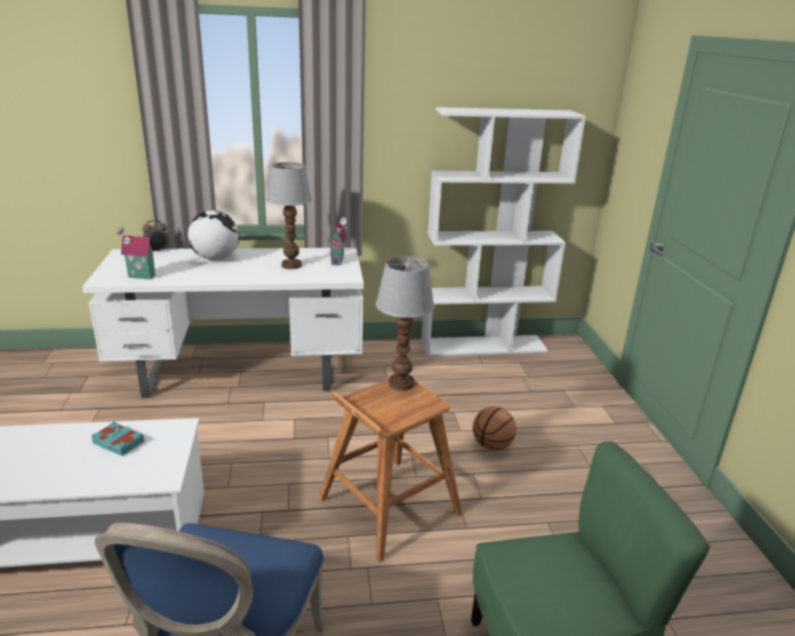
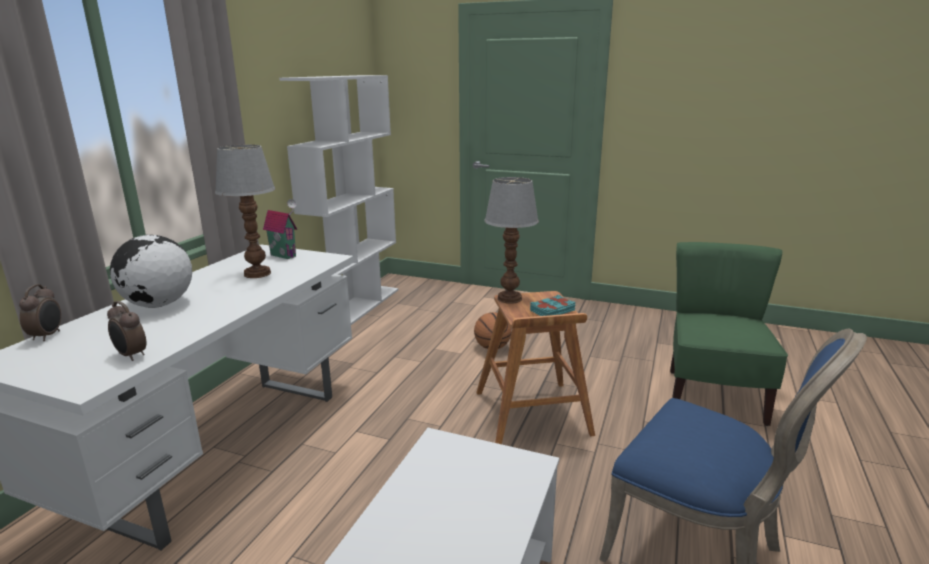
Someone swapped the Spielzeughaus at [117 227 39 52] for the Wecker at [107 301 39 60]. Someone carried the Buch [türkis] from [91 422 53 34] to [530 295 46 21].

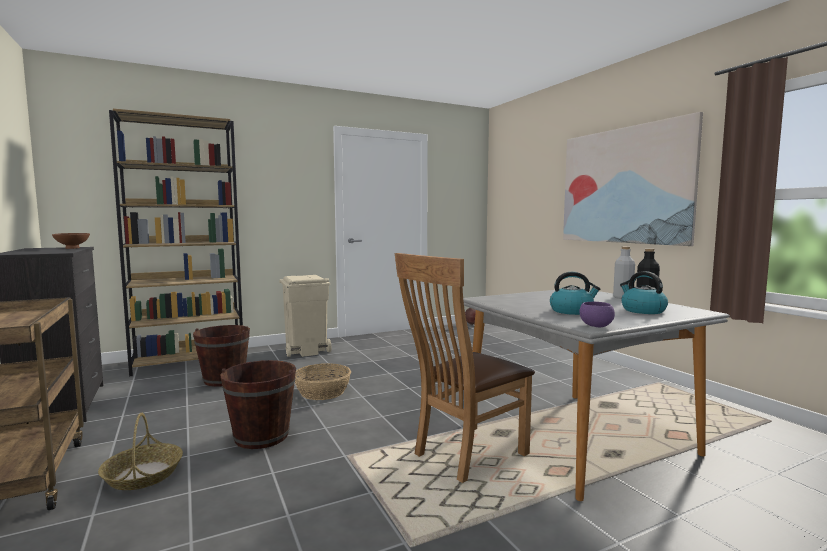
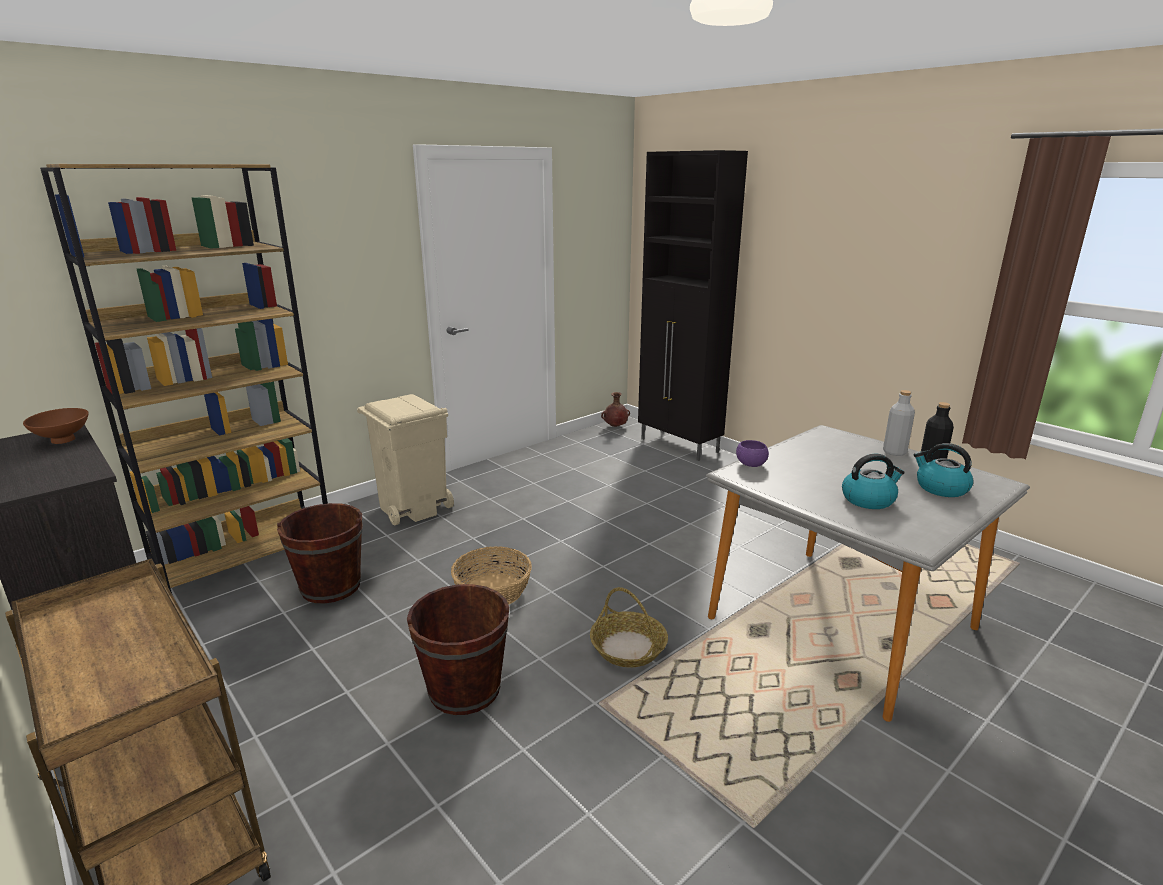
Someone took away the Bild at [563 112 140 134]. Someone took away the Stuhl [braun] at [395 253 140 230]. Someone carried the Schüssel [lila] from [579 302 36 25] to [736 440 33 27]. Someone carried the Korb from [98 413 85 77] to [590 587 78 81]. Someone put down the Schrank [schwarz] at [638 150 110 311].

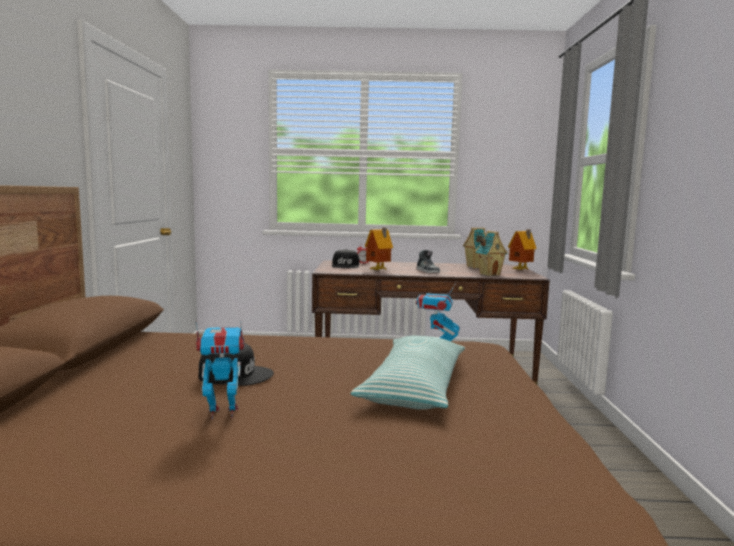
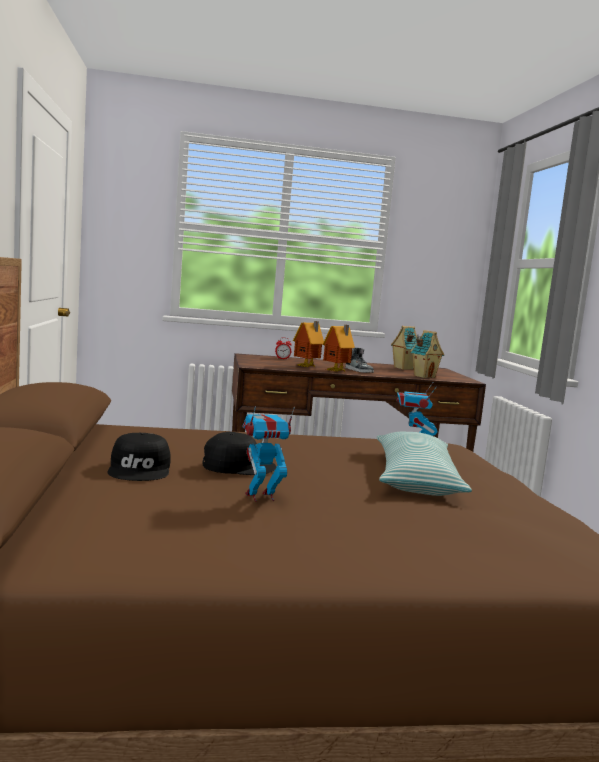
Someone carried the Spielzeughaus from [508 230 29 40] to [323 325 32 47]. Someone carried the Kappe [schwarz] from [332 249 27 19] to [107 433 64 48].

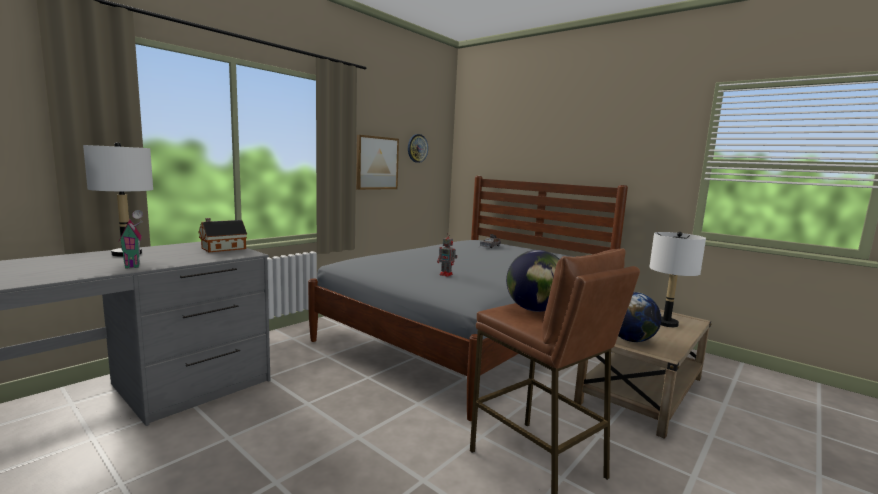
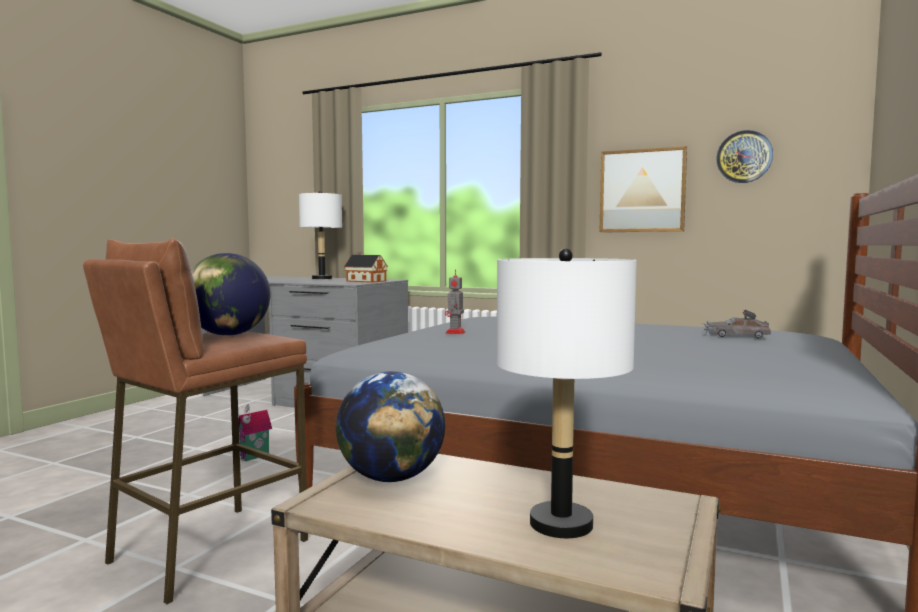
Someone carried the Spielzeughaus from [118 210 25 59] to [239 404 33 57].

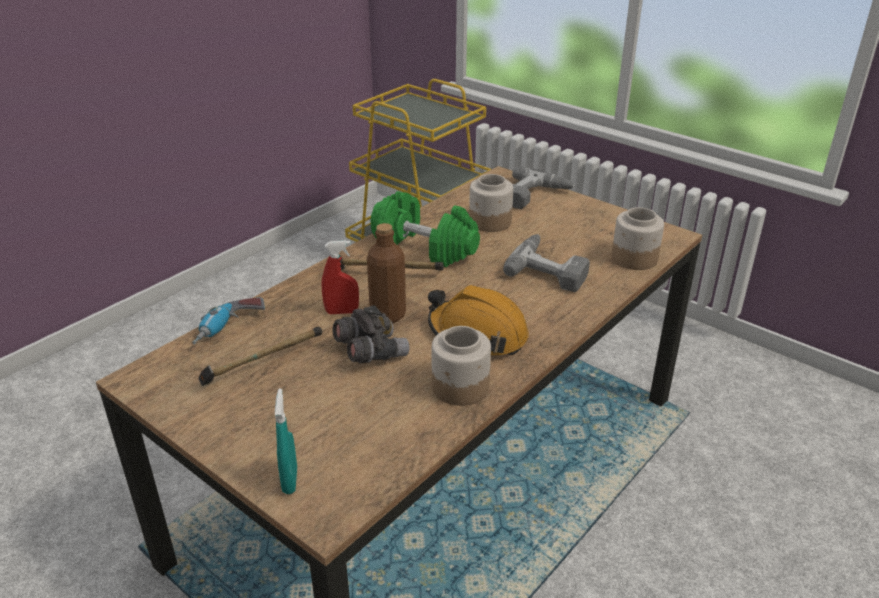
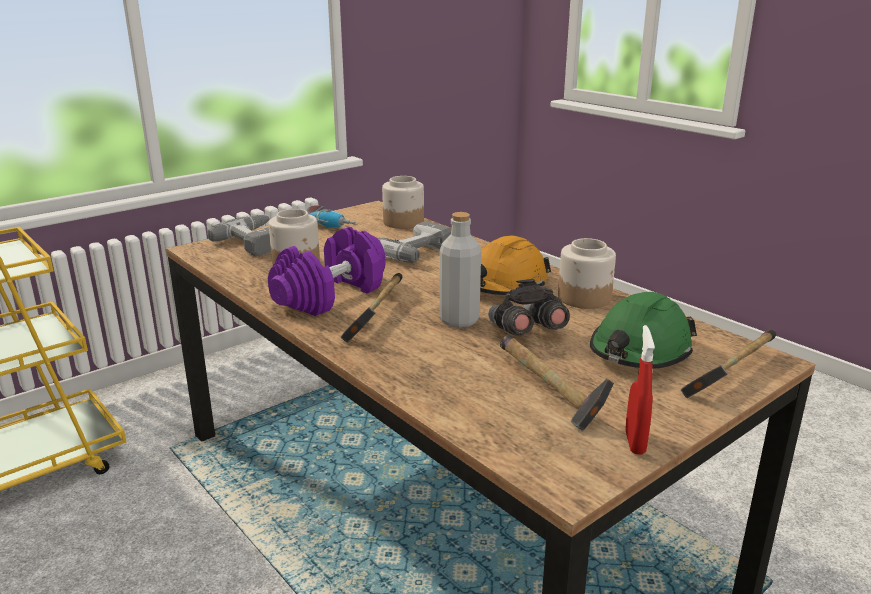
Someone repainted the Hantel [grün] at [371 191 109 77], which became the Hantel [lila] at [268 227 117 89]. Someone repainted the Flasche [braun] at [367 223 39 100], which became the Flasche [grau] at [440 212 41 116]. Someone carried the Sprühflasche [rot] from [322 240 37 74] to [625 325 30 129]. Someone carried the Bohrmaschine from [192 297 73 47] to [307 205 49 23]. Someone swapped the Sprühflasche [türkis] at [275 388 22 106] for the Hammer at [681 330 95 68]. Someone put down the Schutzhelm [grün] at [590 292 107 76].

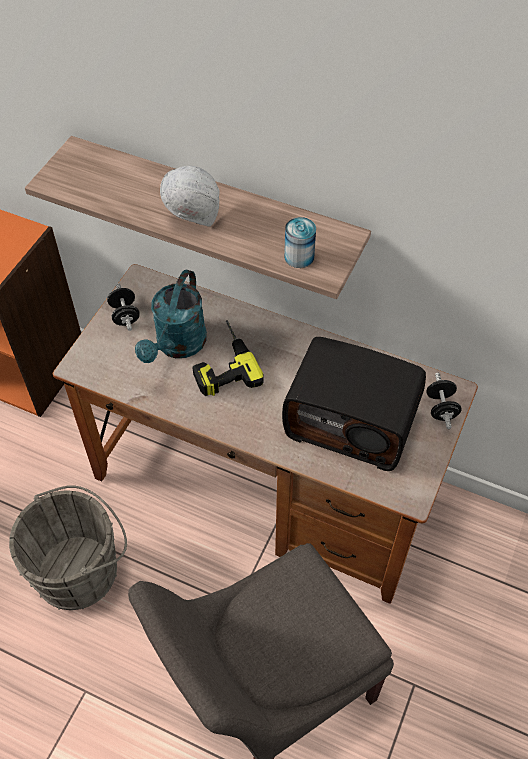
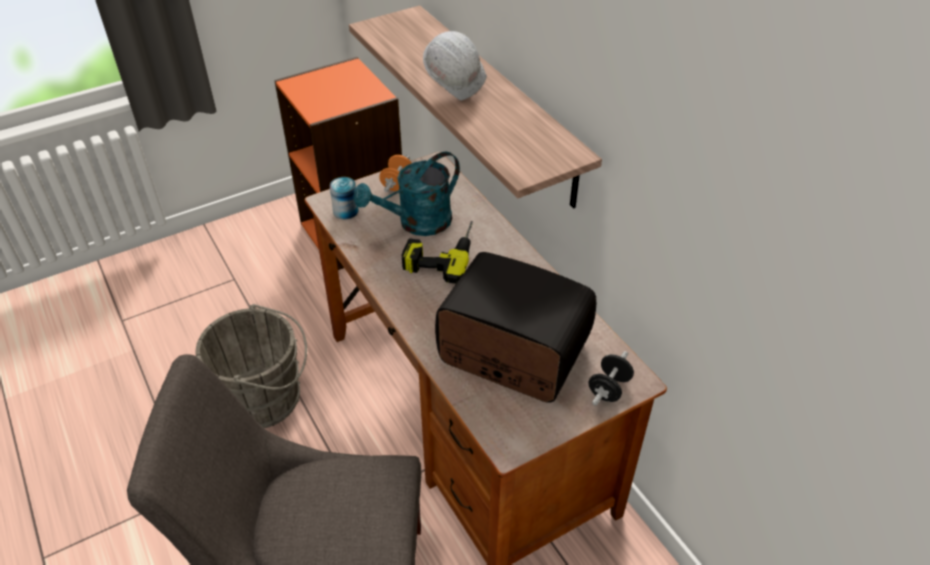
Someone carried the Dose from [284 217 32 51] to [329 177 30 42]. Someone repainted the Hantel [schwarz] at [107 284 33 47], which became the Hantel [orange] at [379 155 33 37]. Someone rotated the Radio at [282 337 144 134] by 150 degrees clockwise.

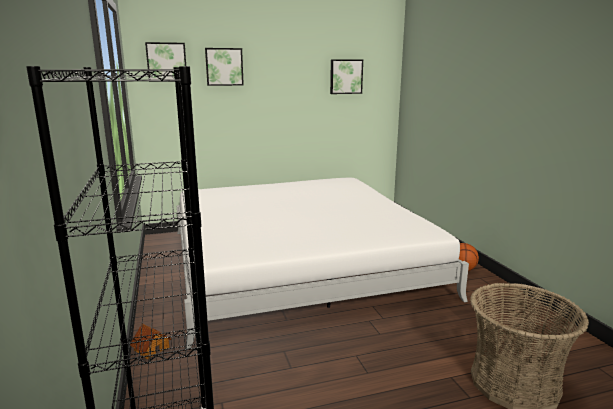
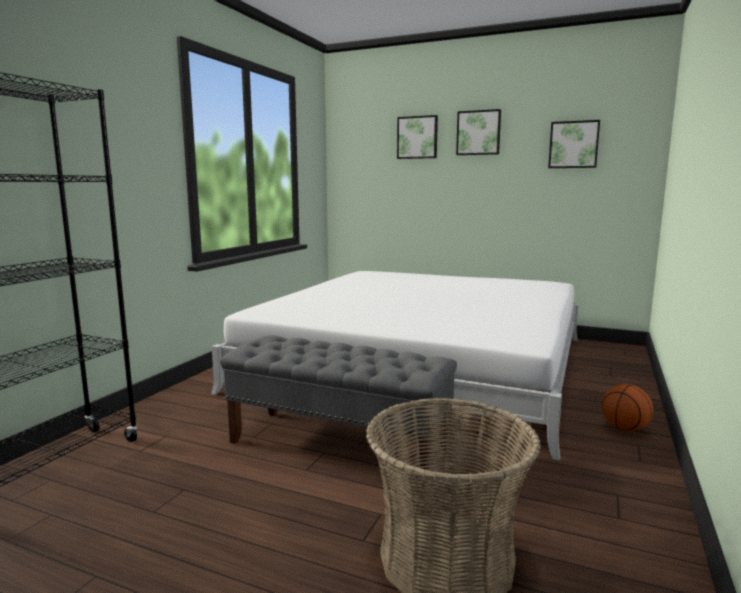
Someone carried the Bild from [145 42 41 40] to [456 109 45 46]. Someone took away the Spielzeughaus at [130 324 41 35]. Someone put down the Bank [grau] at [220 335 237 152].

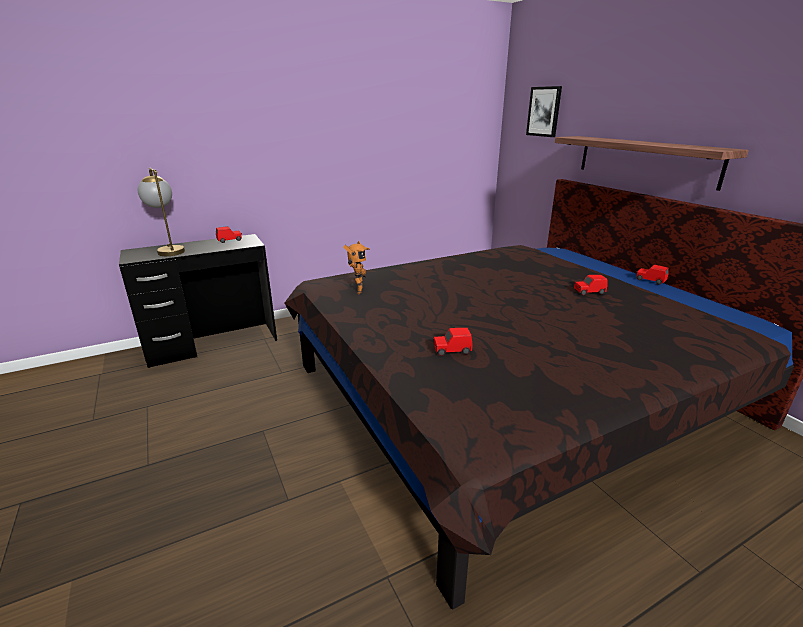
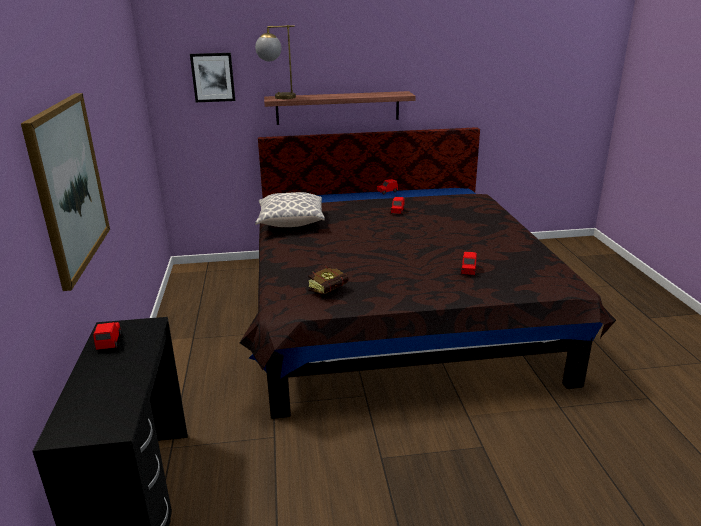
Someone carried the Tischlampe from [138 168 47 88] to [255 25 41 74]. Someone swapped the Spielzeugroboter at [343 241 27 53] for the Buch at [308 265 40 29]. Someone put up the Bild at [21 93 89 198]. Someone put down the Kissen at [255 192 70 35].

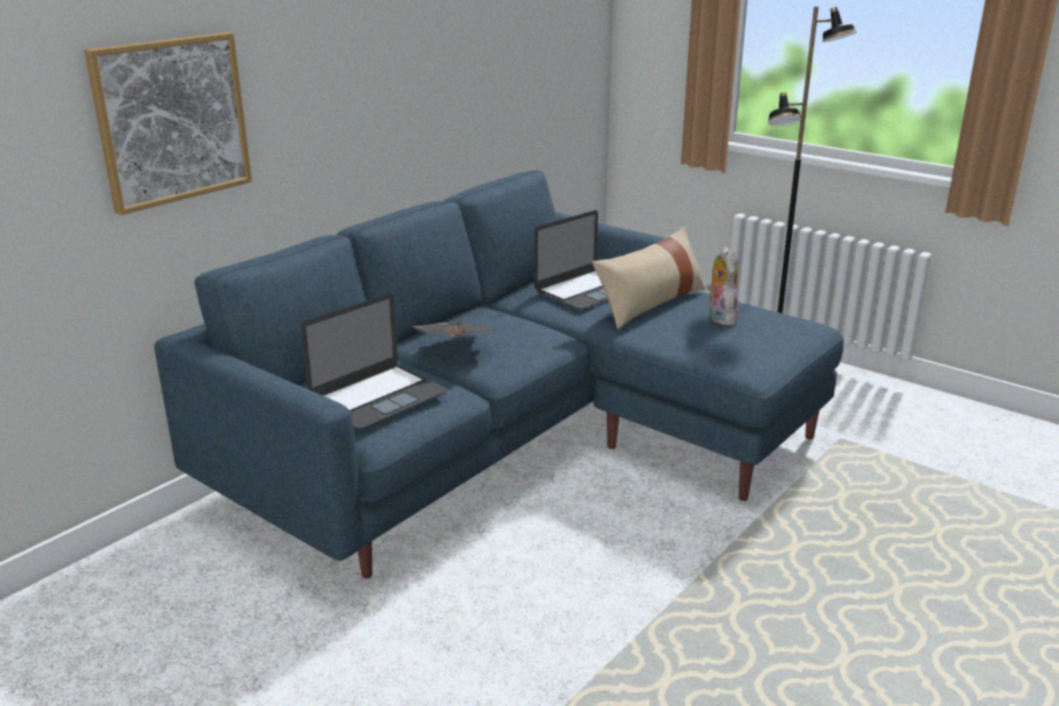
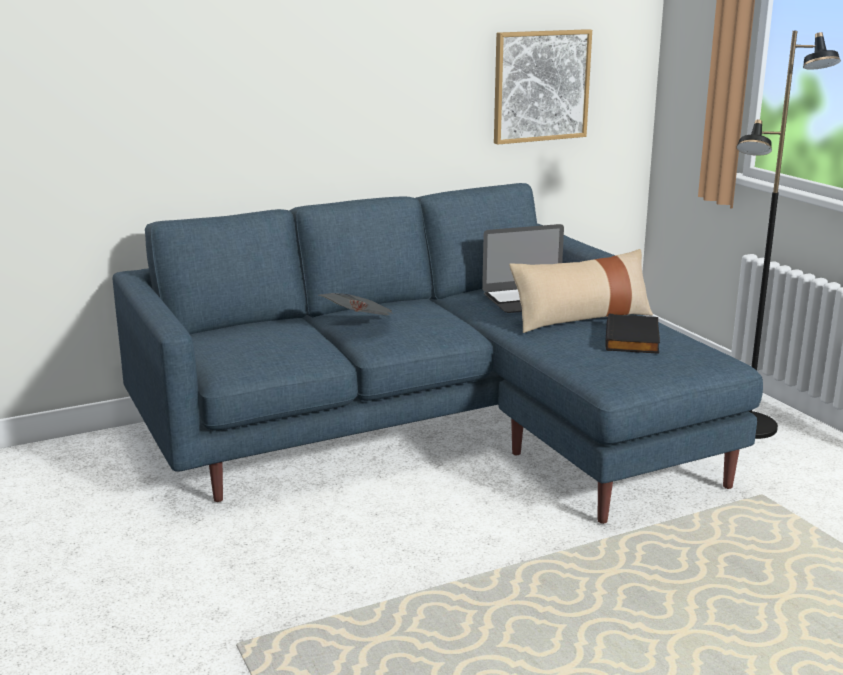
Someone carried the Bild from [84 32 168 183] to [494 29 98 116]. Someone swapped the Plüschtier at [707 247 32 78] for the Buch [schwarz] at [605 314 55 40]. Someone took away the Laptop at [301 293 146 136].

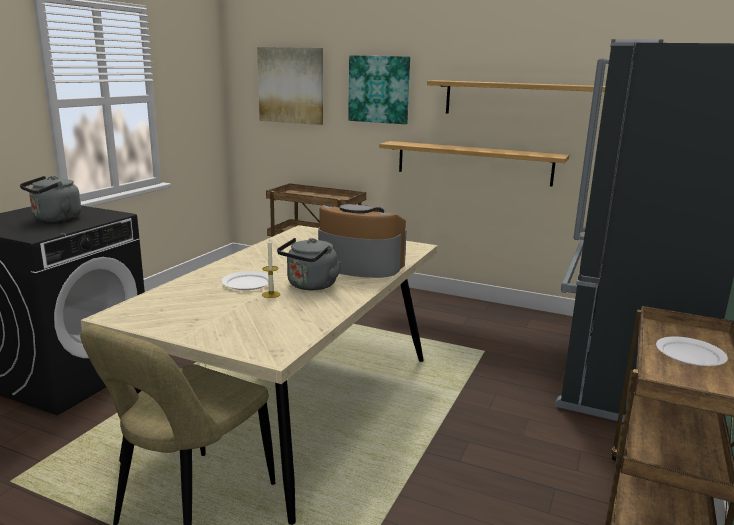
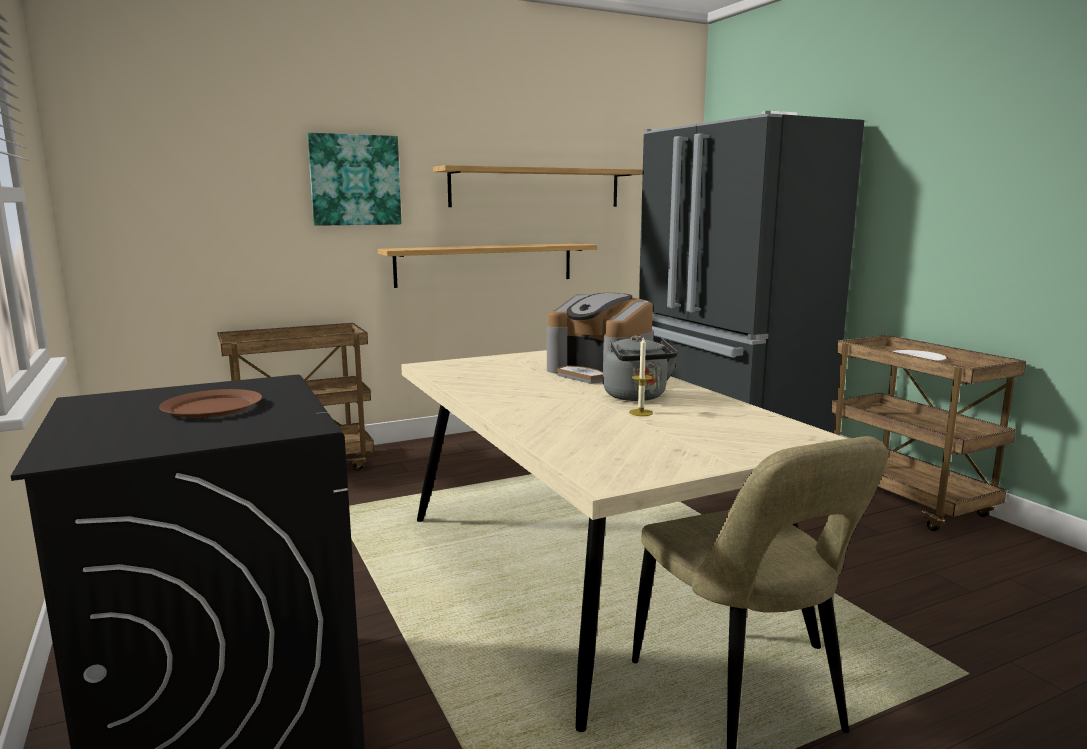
Someone took away the Bild at [257 47 66 78]. Someone swapped the Wasserkessel [grau] at [20 176 61 46] for the Teller [braun] at [159 389 103 29]. Someone rotated the Kaffeemaschine at [318 204 89 74] by 105 degrees counterclockwise. Someone took away the Teller [weiß] at [221 271 53 19].

